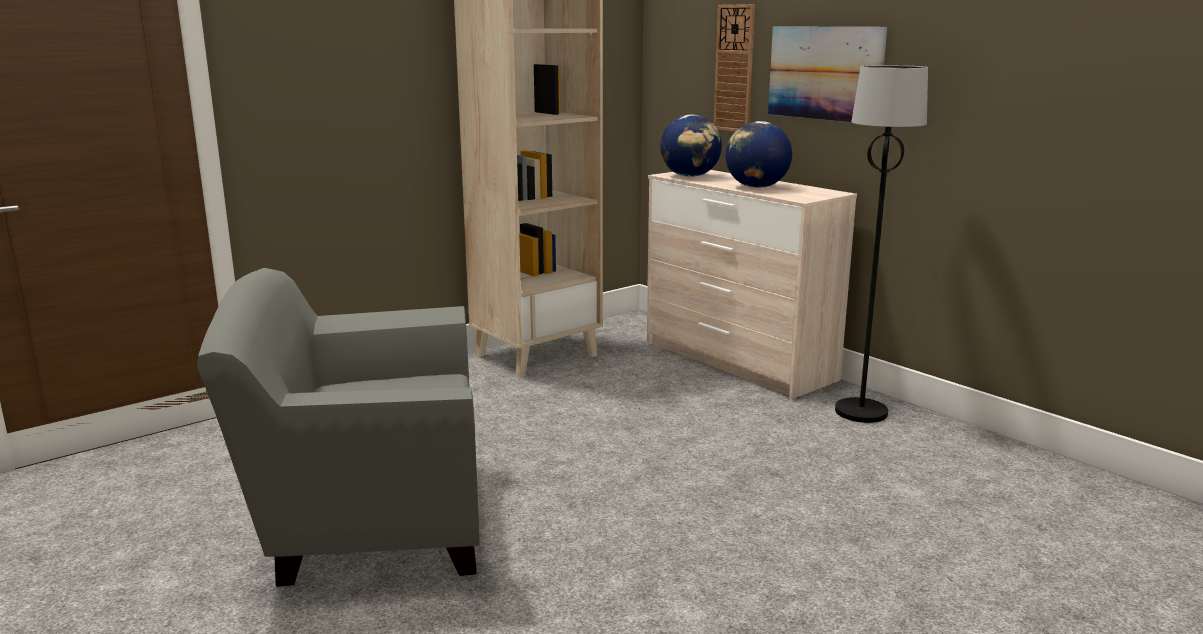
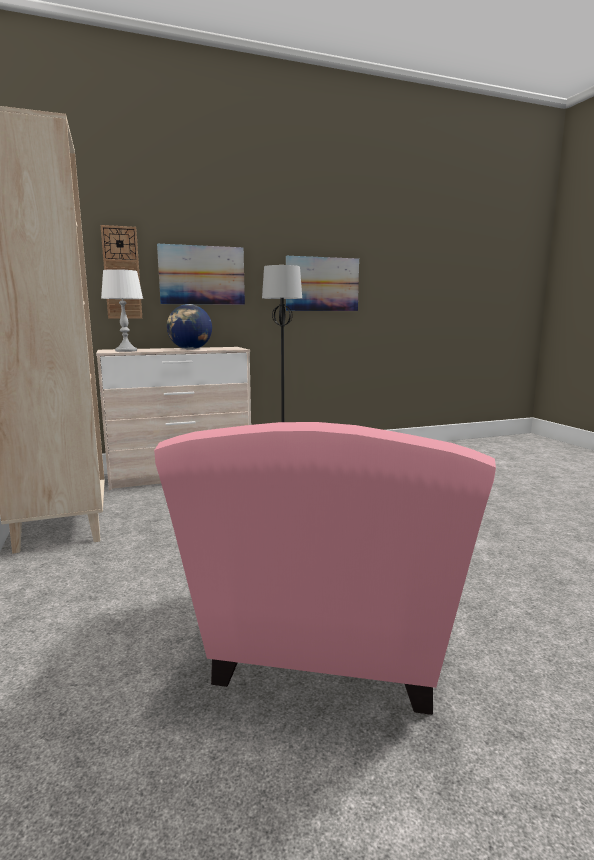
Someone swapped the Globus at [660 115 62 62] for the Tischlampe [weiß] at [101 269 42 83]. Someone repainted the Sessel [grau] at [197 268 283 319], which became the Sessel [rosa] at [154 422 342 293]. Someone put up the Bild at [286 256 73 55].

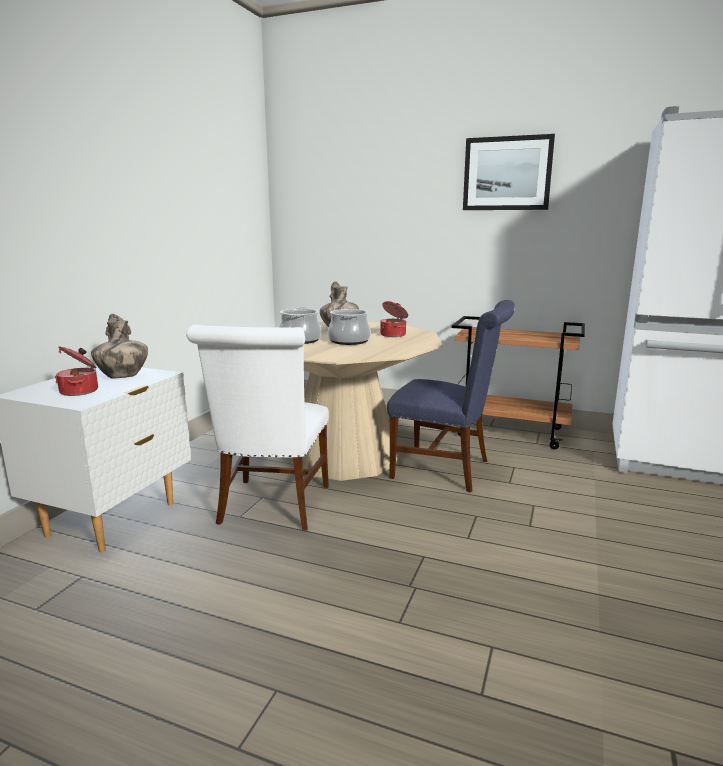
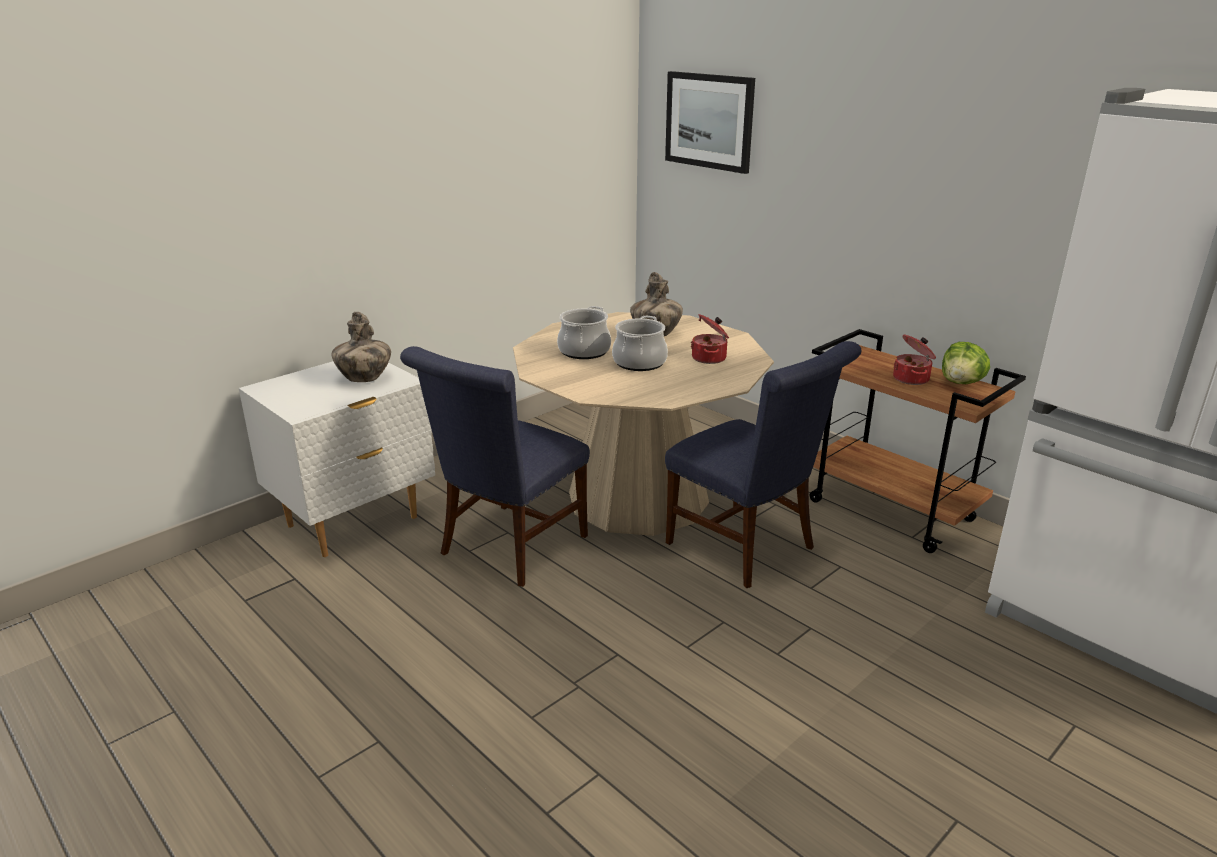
Someone carried the Bild from [463 134 92 76] to [665 71 90 103]. Someone repainted the Stuhl [weiß] at [186 325 143 206], which became the Stuhl [blau] at [400 346 190 241]. Someone carried the Kochtopf from [55 346 43 50] to [893 335 43 50]. Someone put down the Salatkopf at [942 342 48 42].

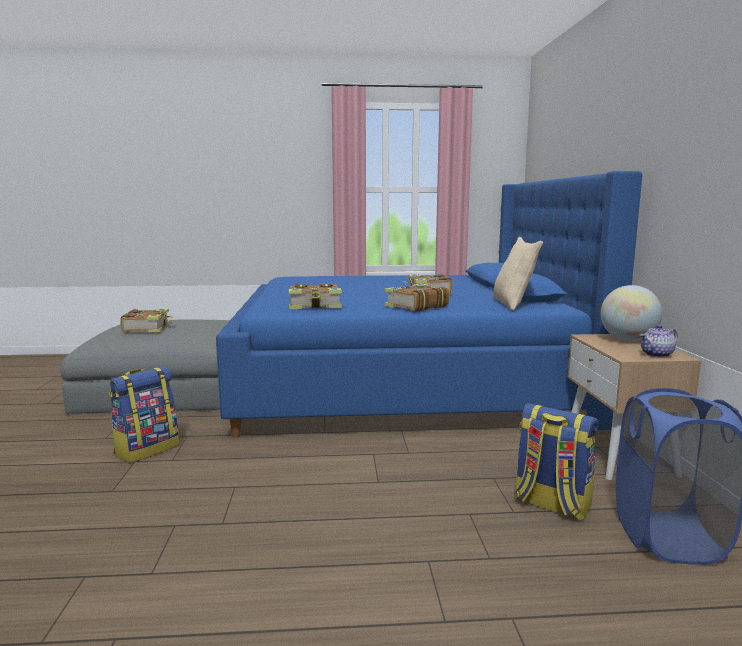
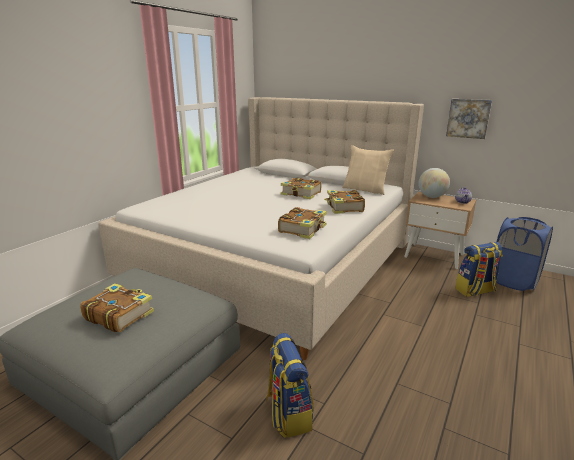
Someone repainted the Bett [blau] at [216 171 426 267], which became the Bett [beige] at [98 97 326 263]. Someone put up the Bild at [446 99 46 40].

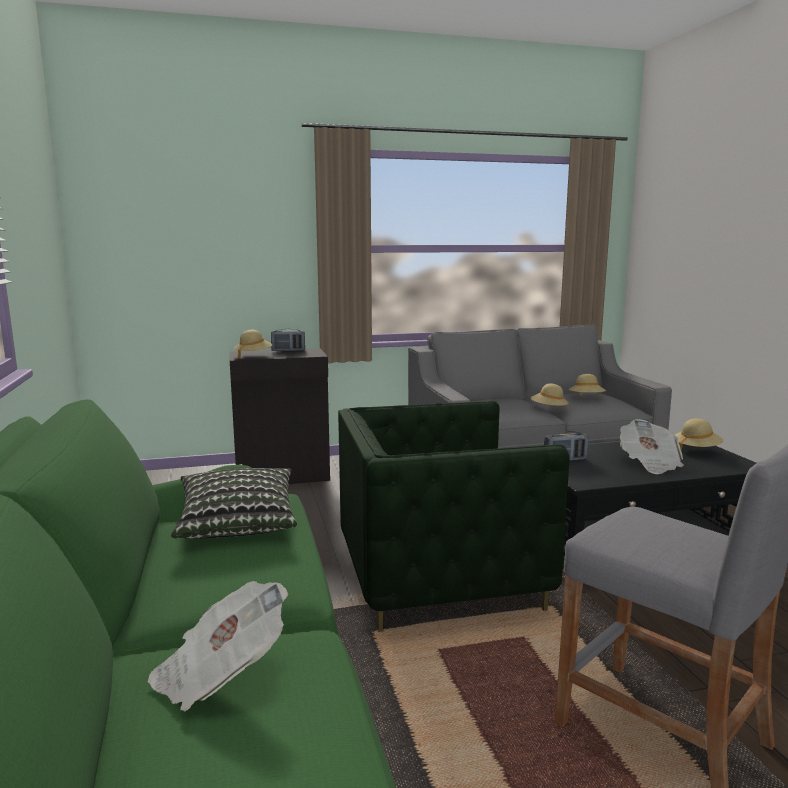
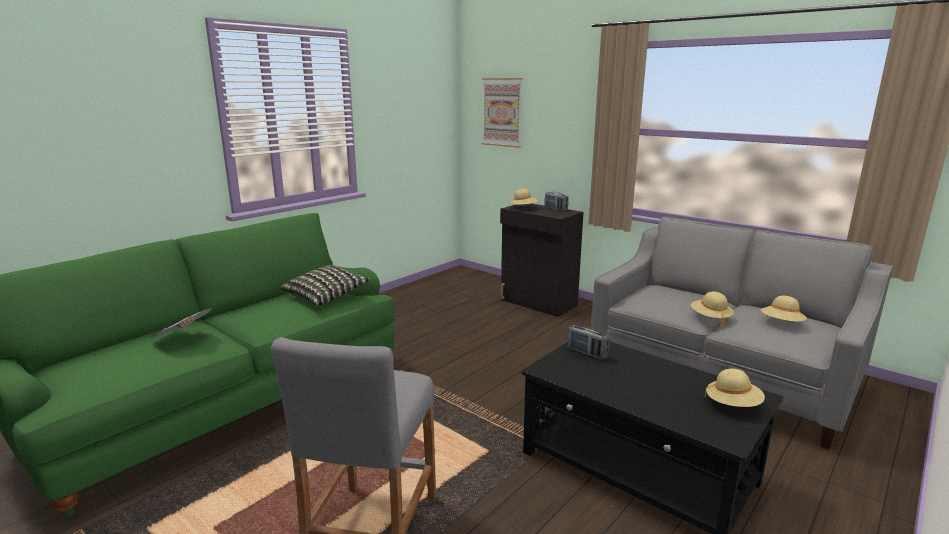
Someone took away the Sessel [grün] at [338 401 232 231]. Someone took away the Zeitung at [620 419 64 55]. Someone put up the Bild at [482 78 41 70].

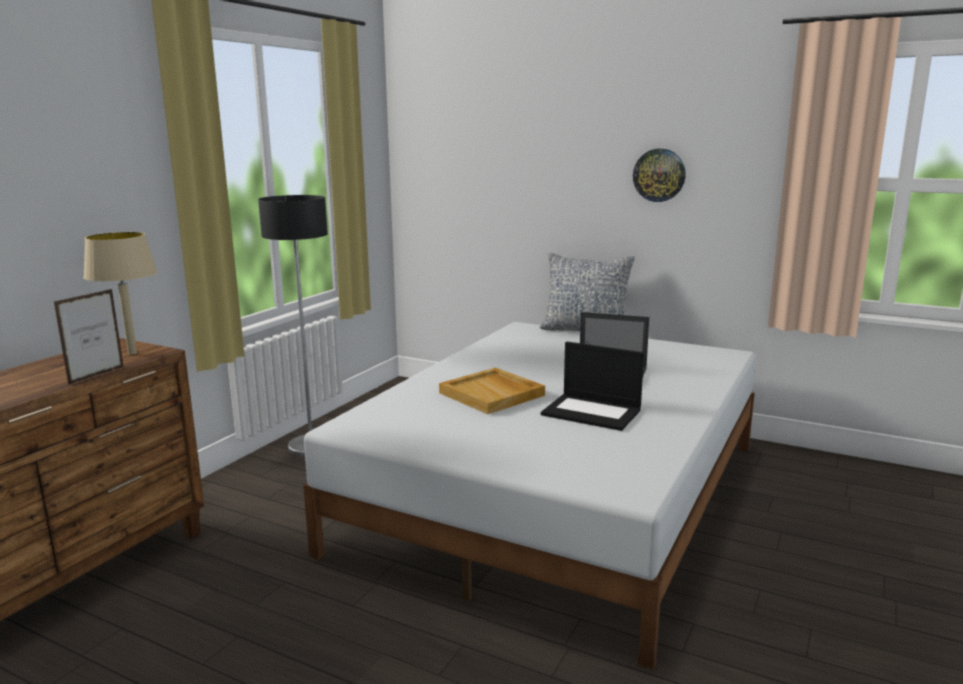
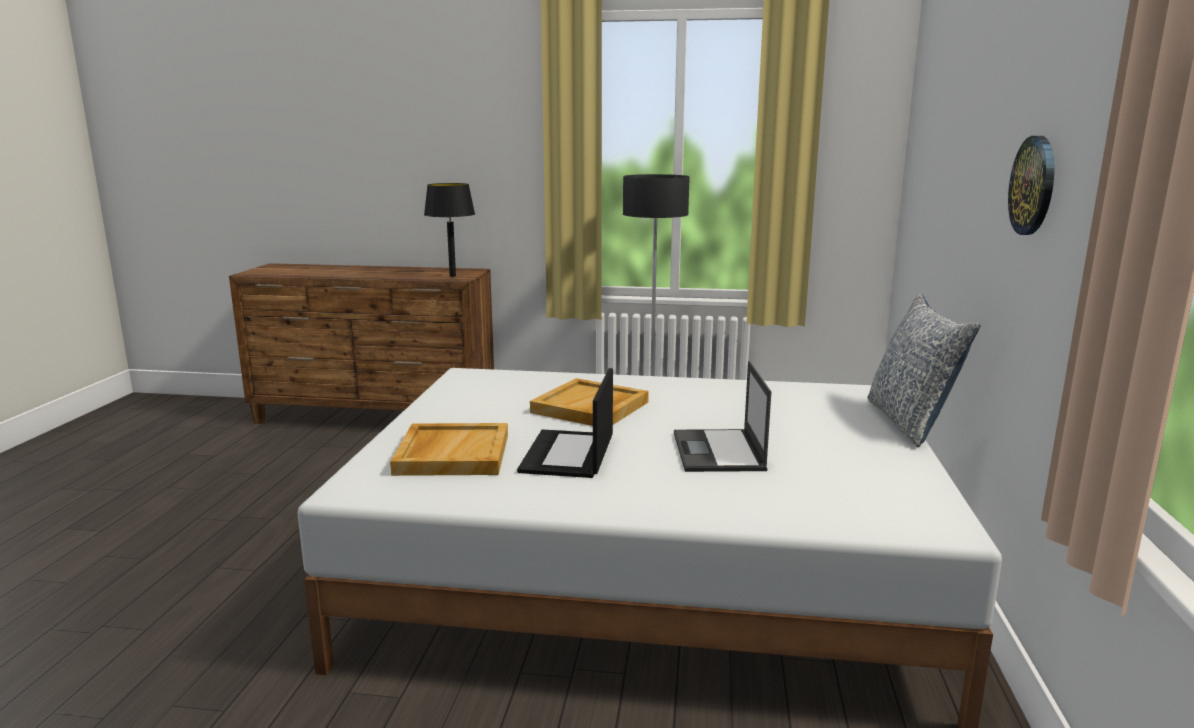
Someone repainted the Tischlampe [beige] at [83 232 74 123], which became the Tischlampe [schwarz] at [424 183 51 94]. Someone took away the Bilderrahmen at [54 289 70 96]. Someone put down the Tablett [beige] at [390 423 118 53].

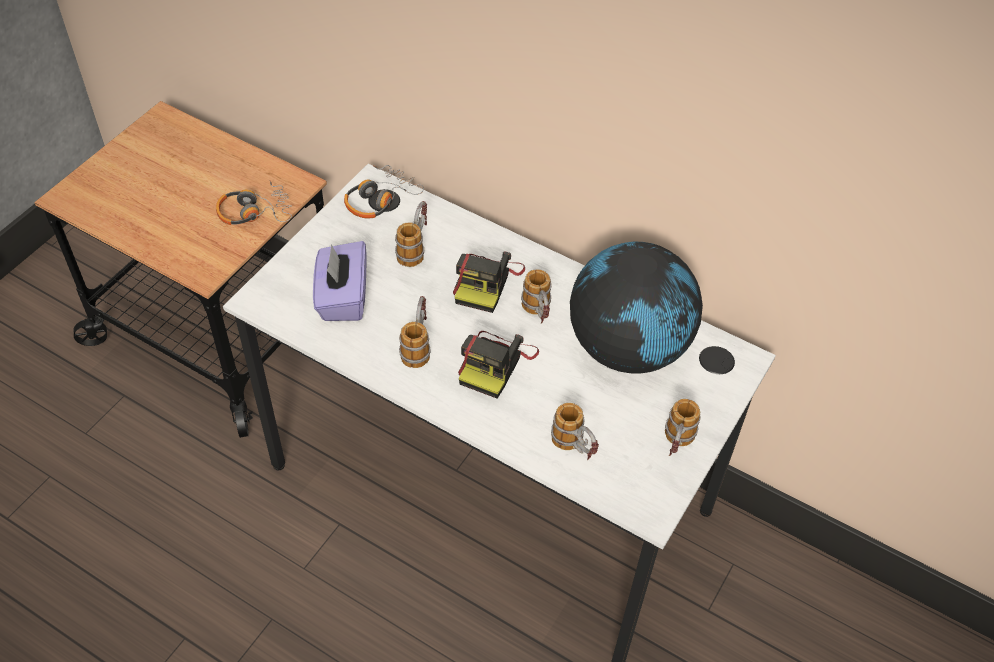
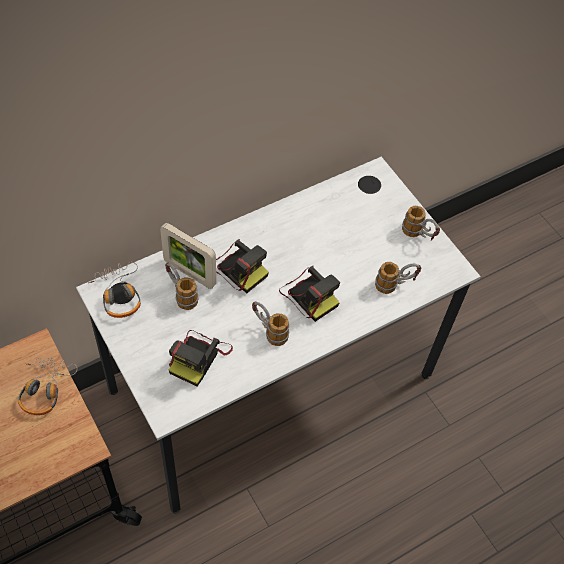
Someone swapped the Taschentuchbox [lila] at [313 241 53 80] for the Kamera at [169 330 64 56]. Someone took away the Globus at [570 242 133 132]. Someone took away the Henkelbecher at [521 269 31 55]. Someone put down the Bilderrahmen at [160 223 56 66].

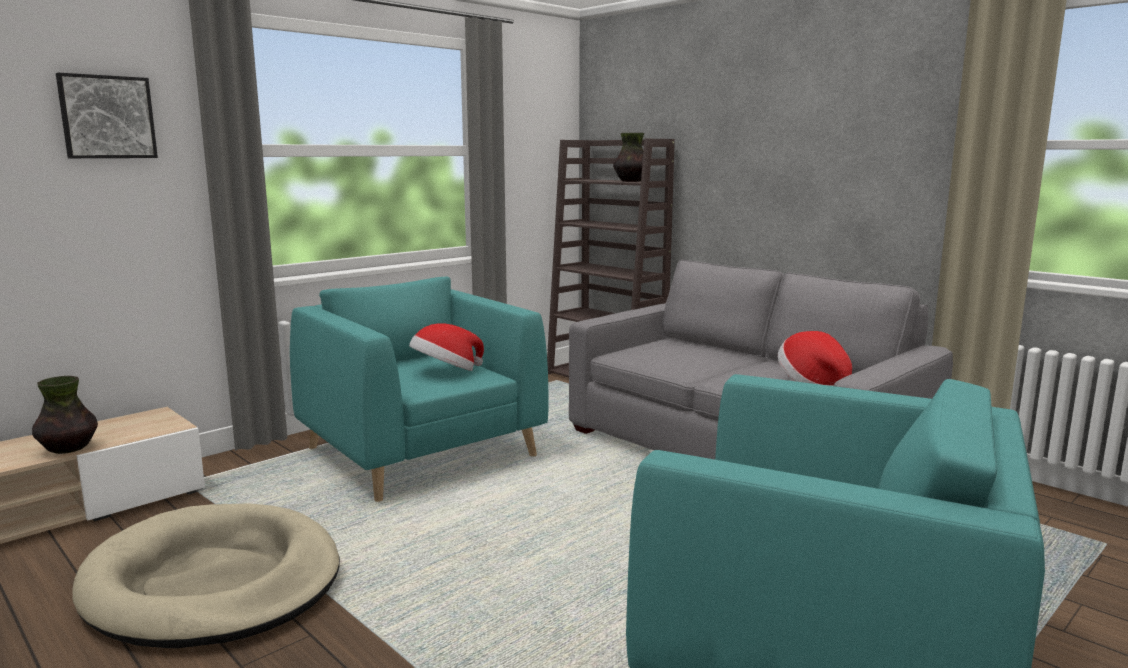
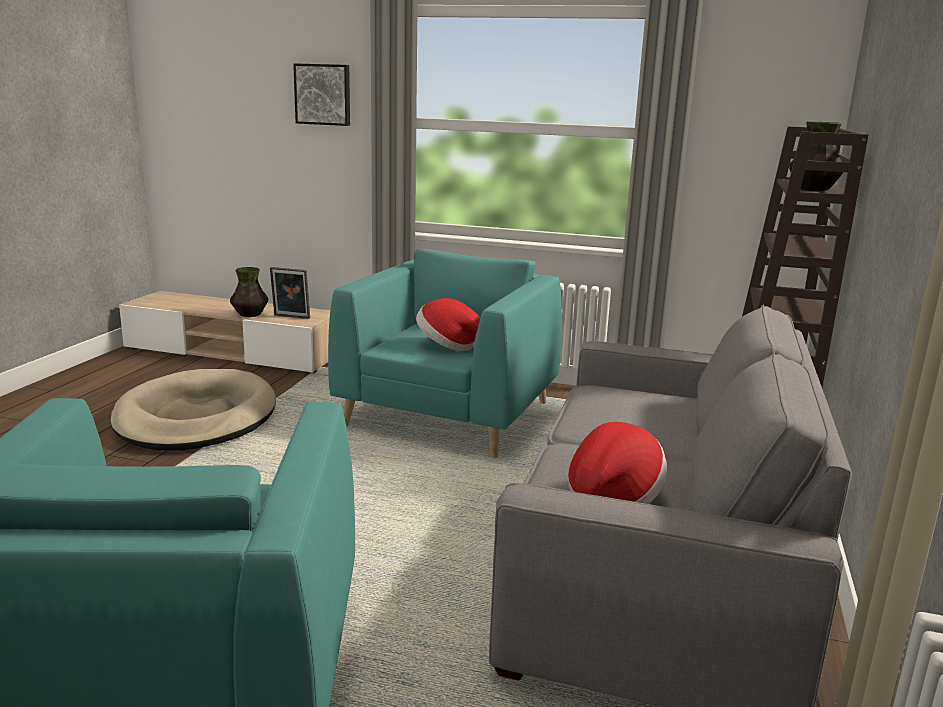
Someone put down the Bilderrahmen at [270 267 40 52].

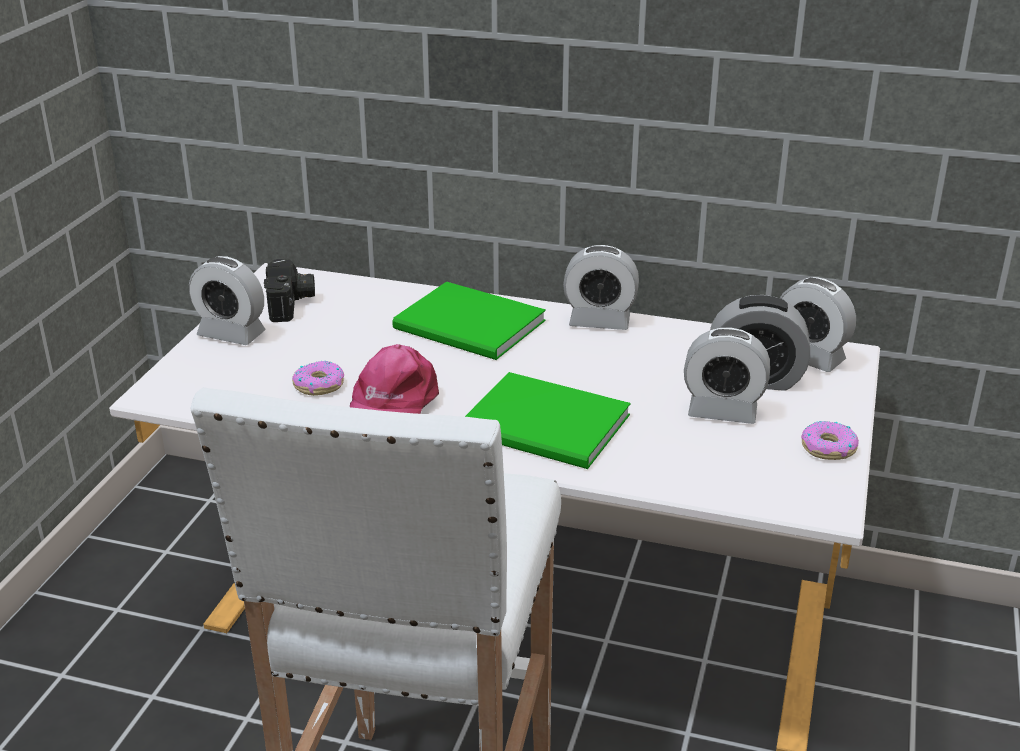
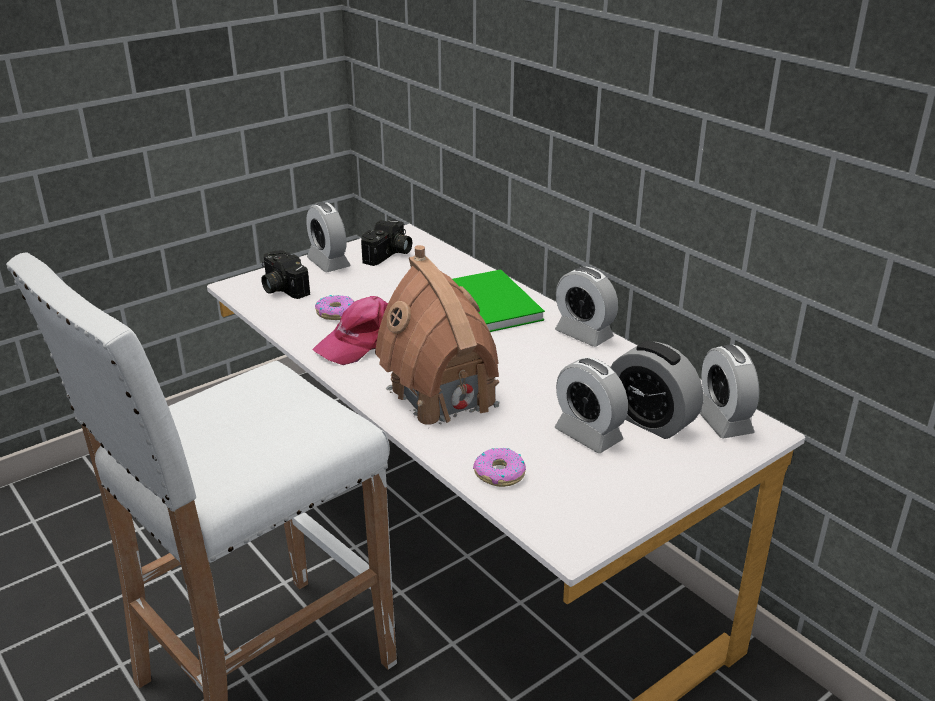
Someone swapped the Buch [grün] at [465 372 166 97] for the Spielzeughaus at [375 245 125 184]. Someone carried the Donut from [801 421 58 39] to [473 448 53 39]. Someone put down the Kamera at [261 250 49 49].

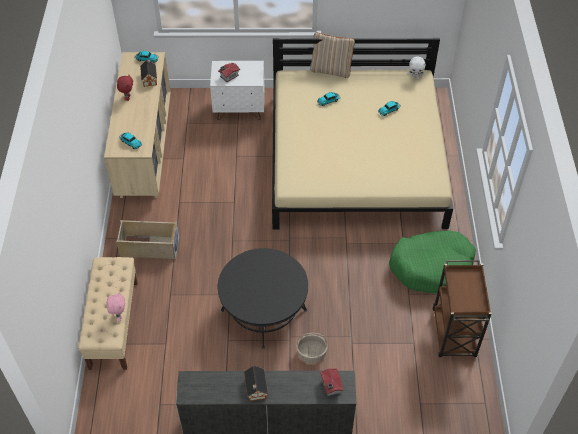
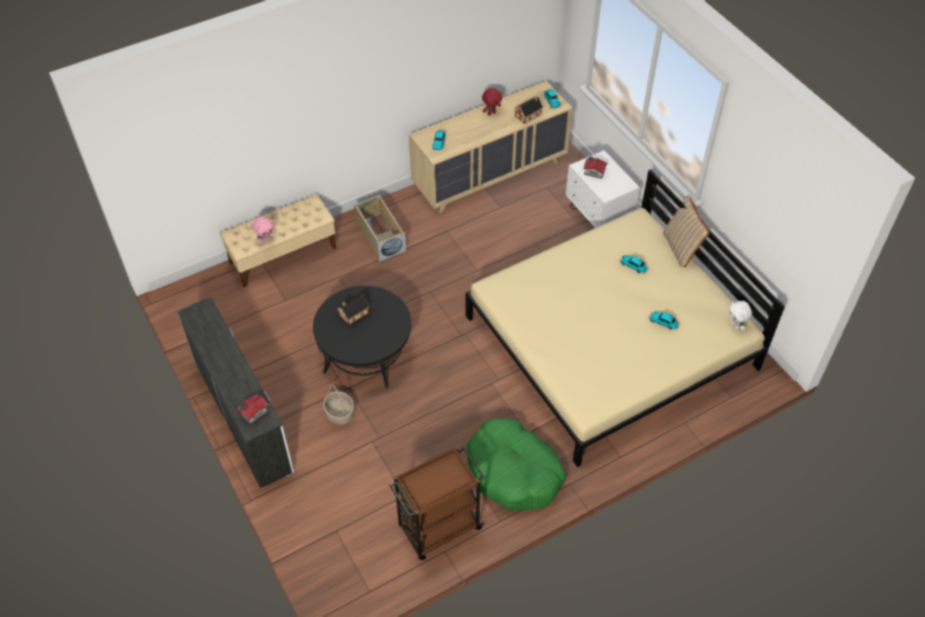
Someone carried the Spielzeughaus from [244 366 24 35] to [337 295 33 30].

